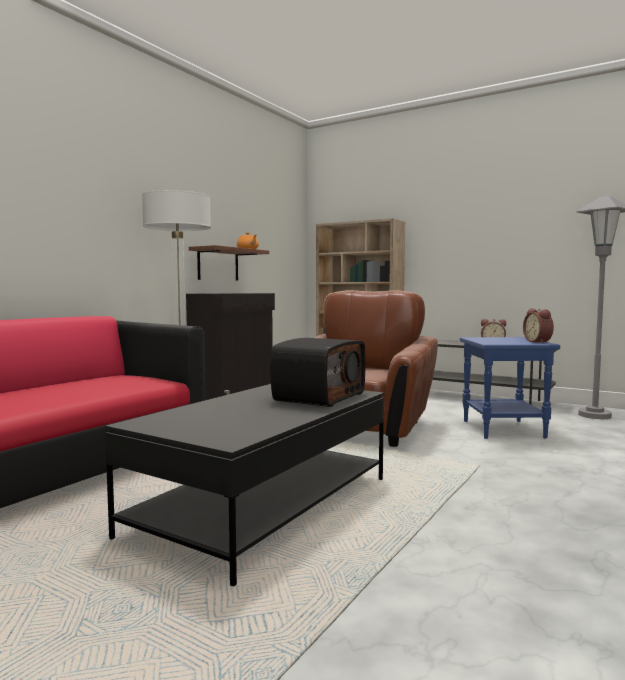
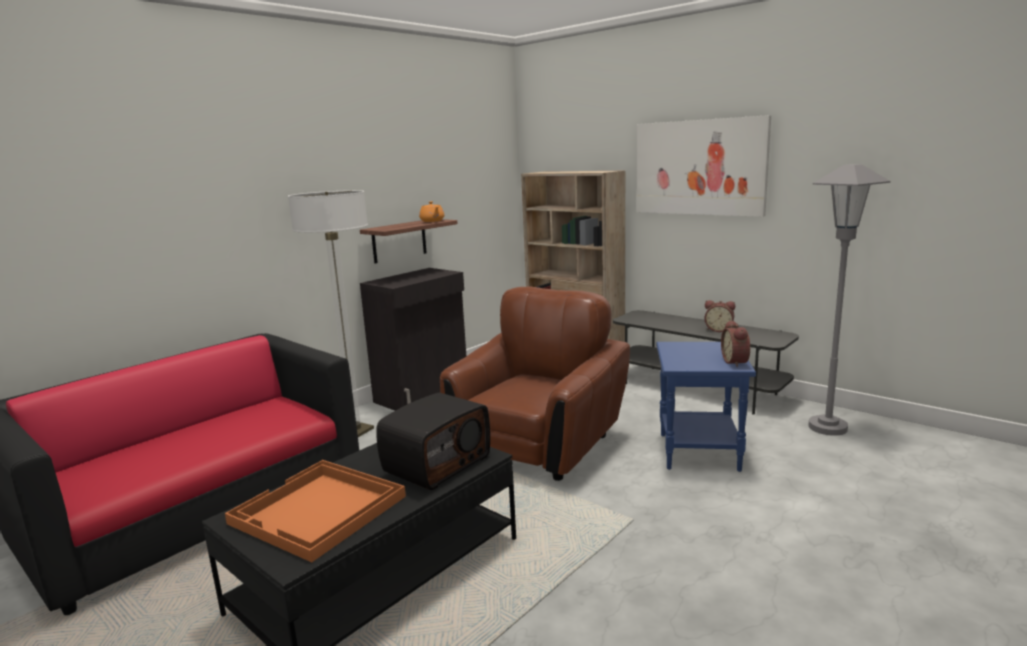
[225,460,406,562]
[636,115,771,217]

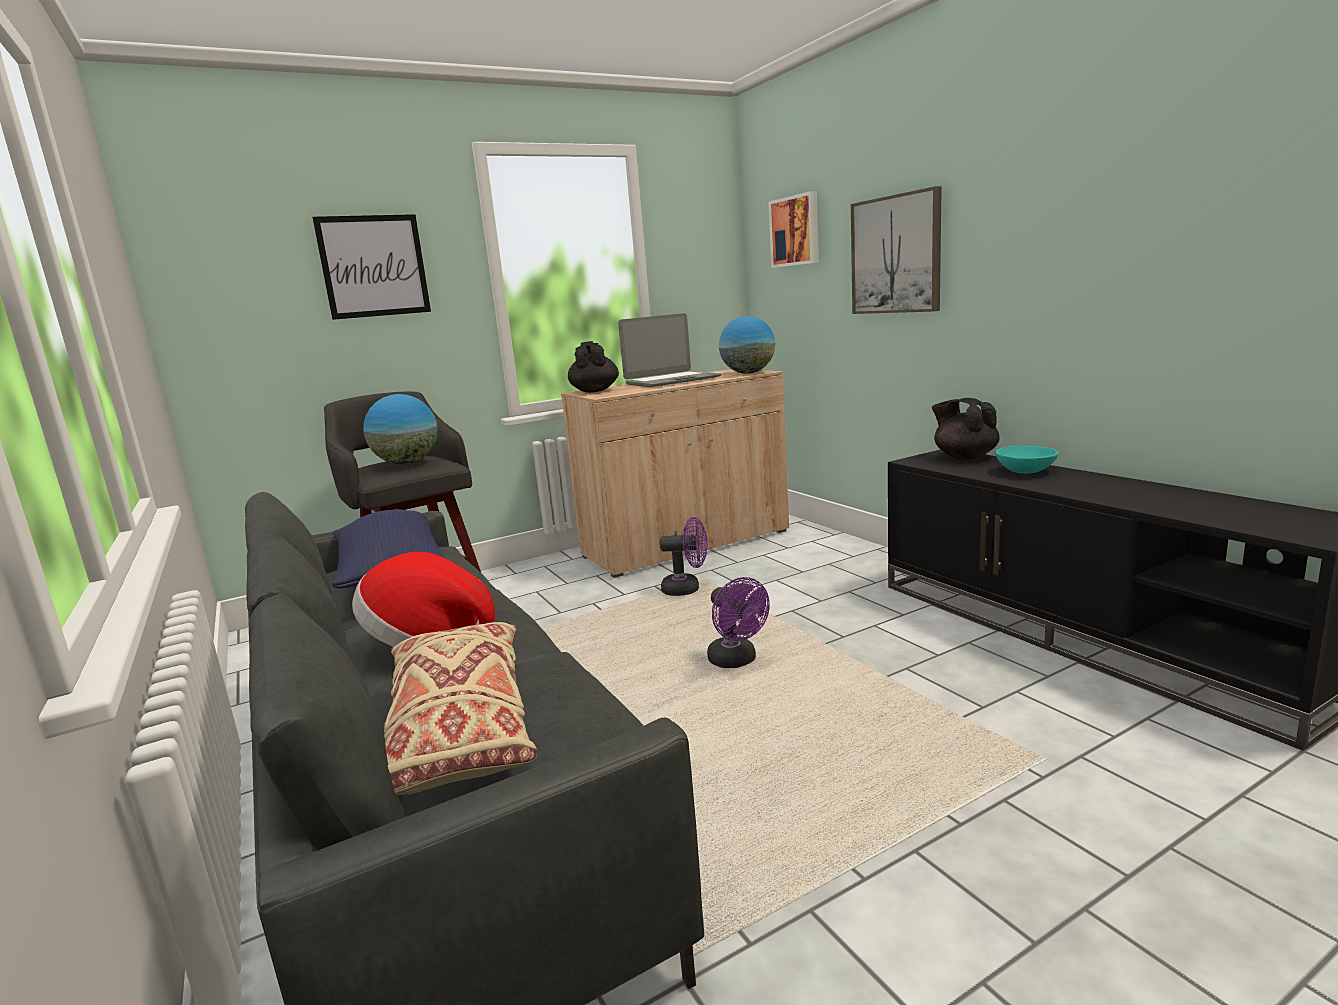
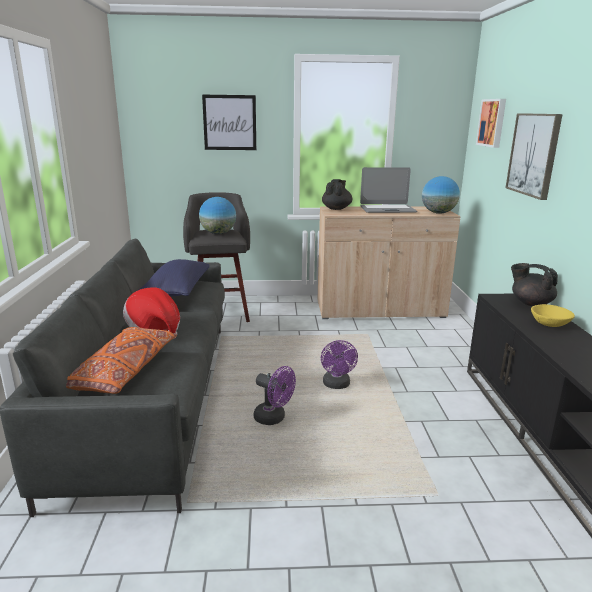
[66,327,177,394]
[254,366,296,425]
[511,263,558,306]
[531,304,575,327]

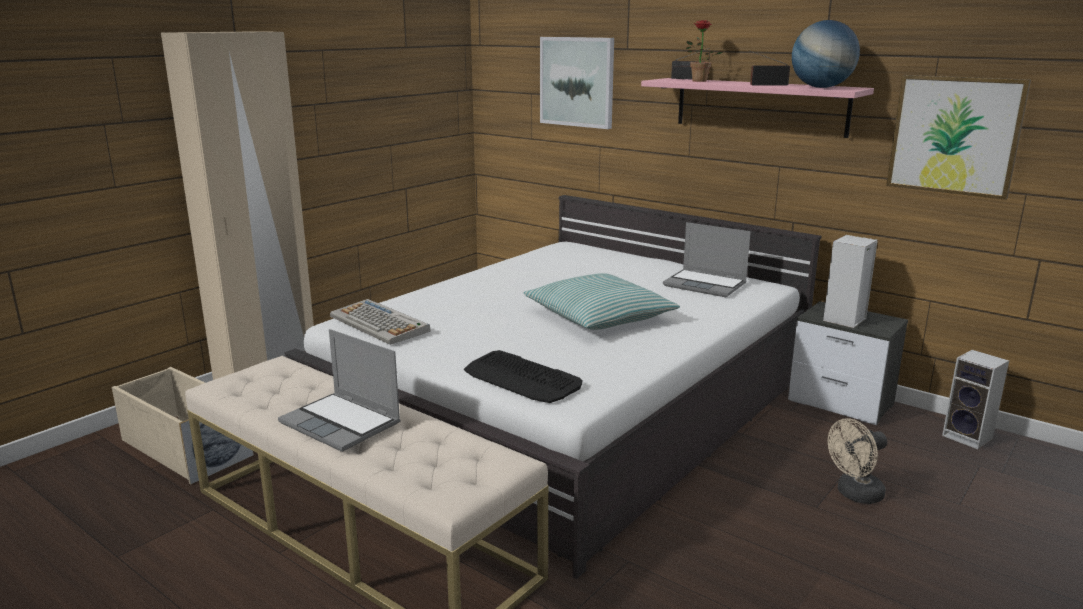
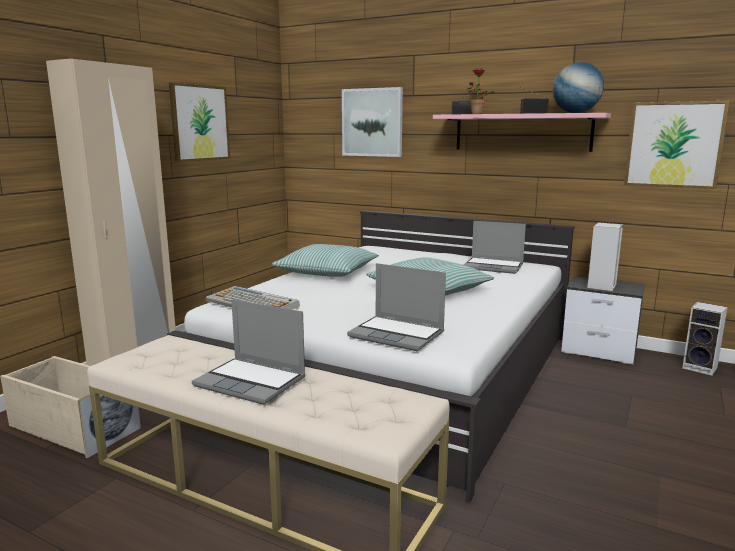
[347,263,446,351]
[828,418,887,504] (first image)
[169,82,230,162]
[272,244,379,277]

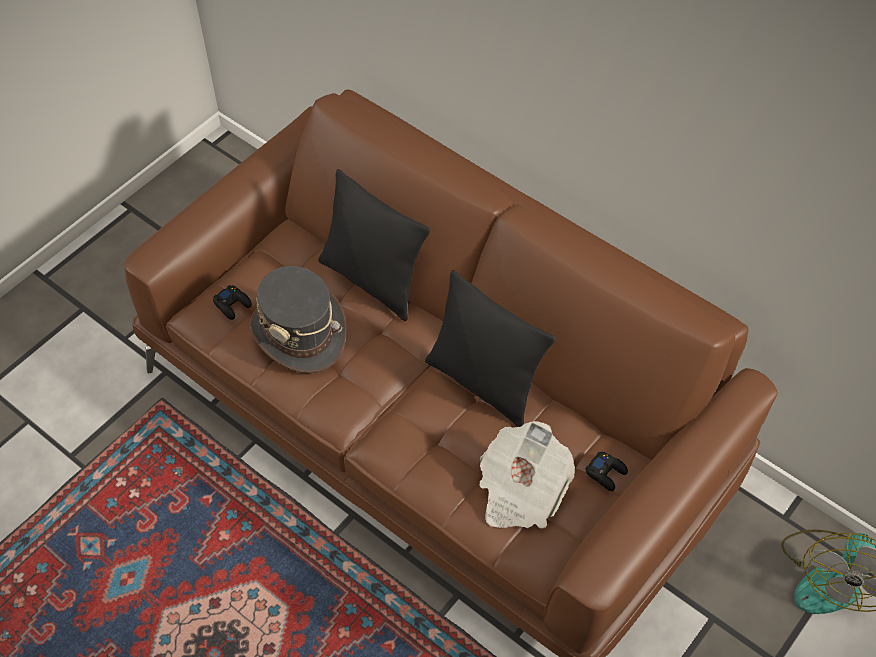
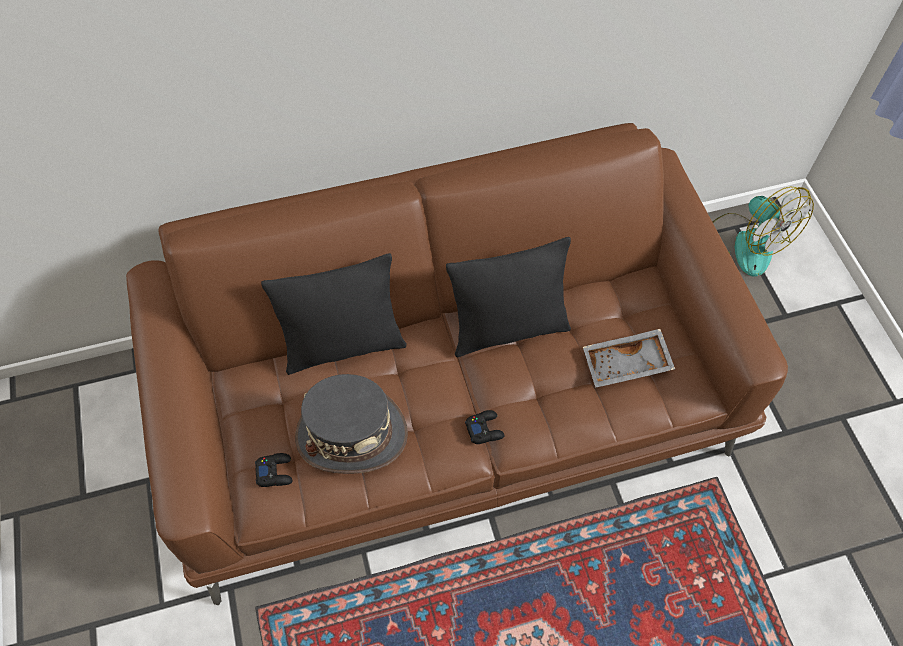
[583,329,675,388]
[465,410,504,444]

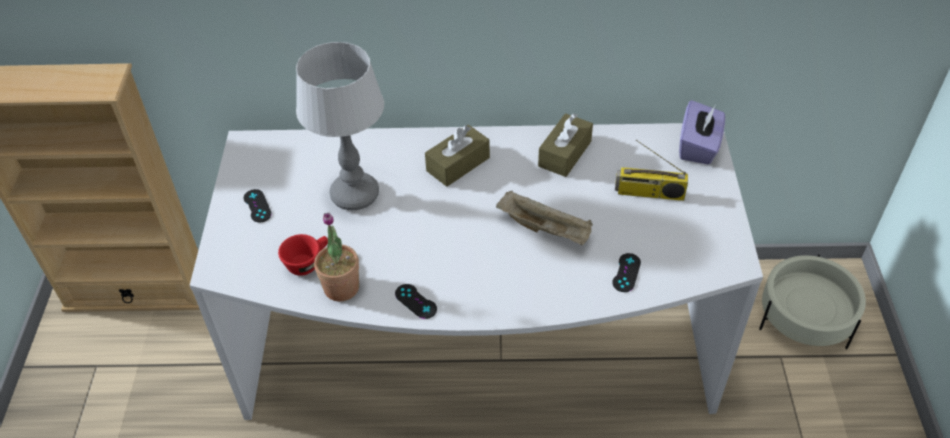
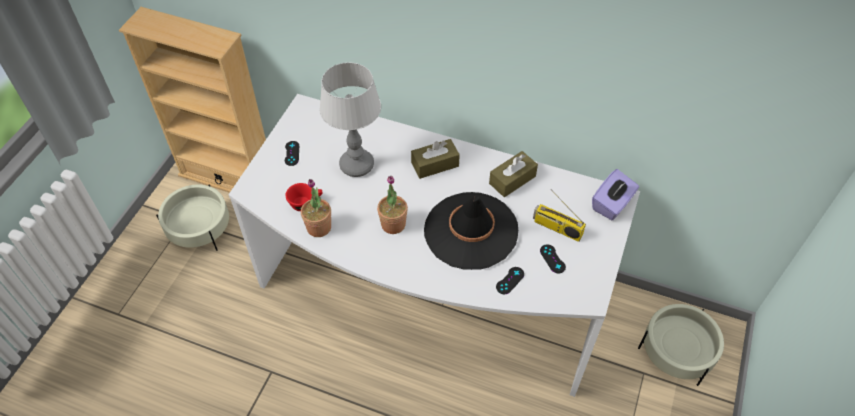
[540,244,566,273]
[424,192,518,270]
[156,184,229,251]
[377,176,408,234]

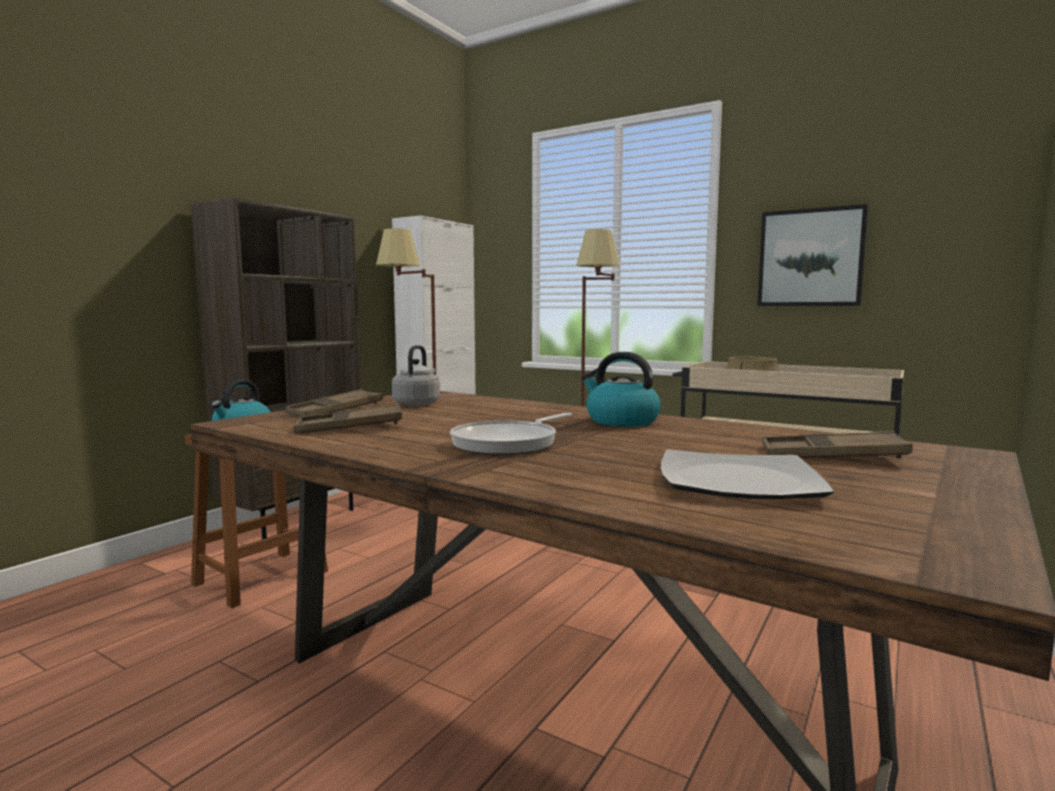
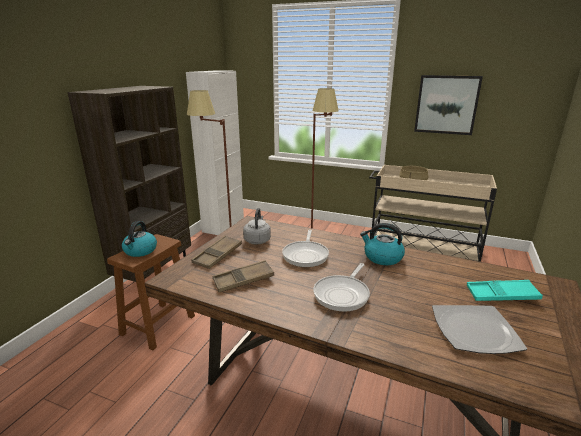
[467,280,543,301]
[282,230,329,267]

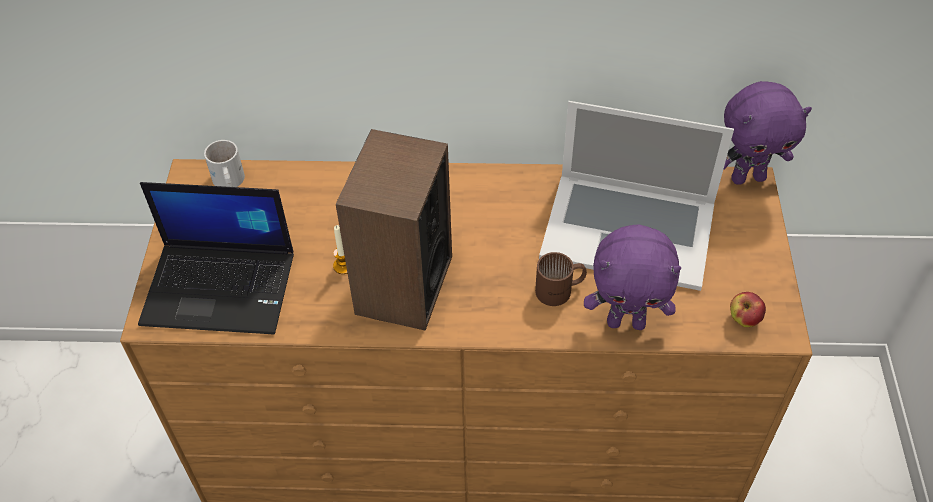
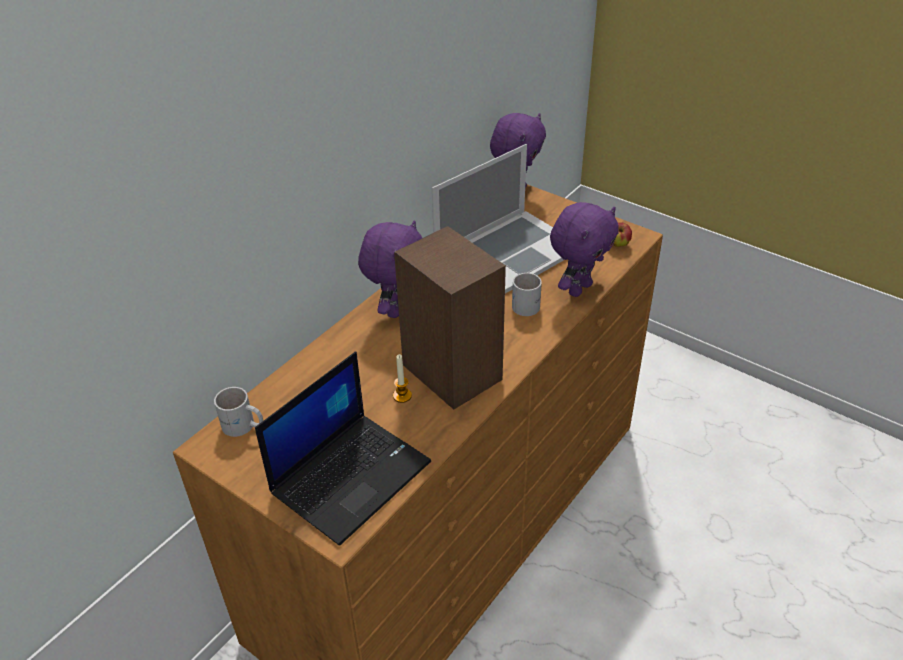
[512,273,542,316]
[358,220,422,318]

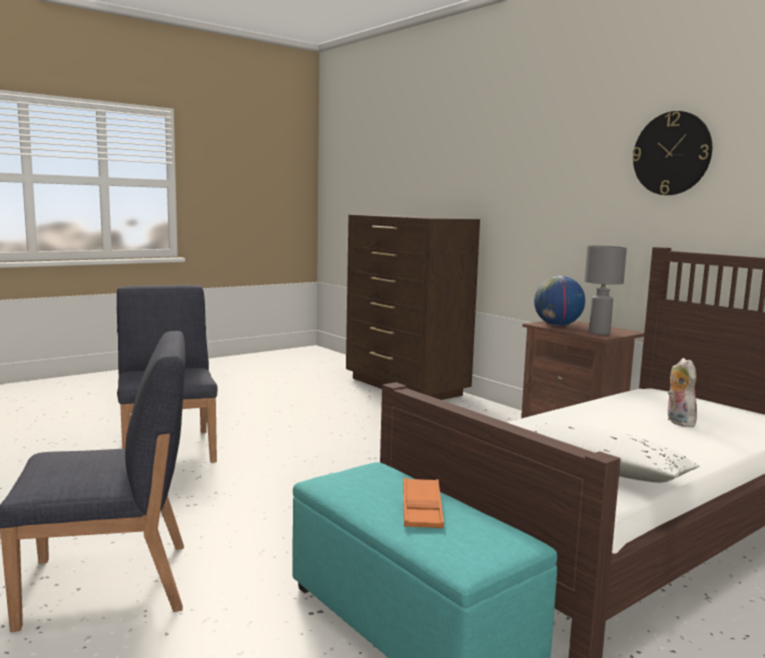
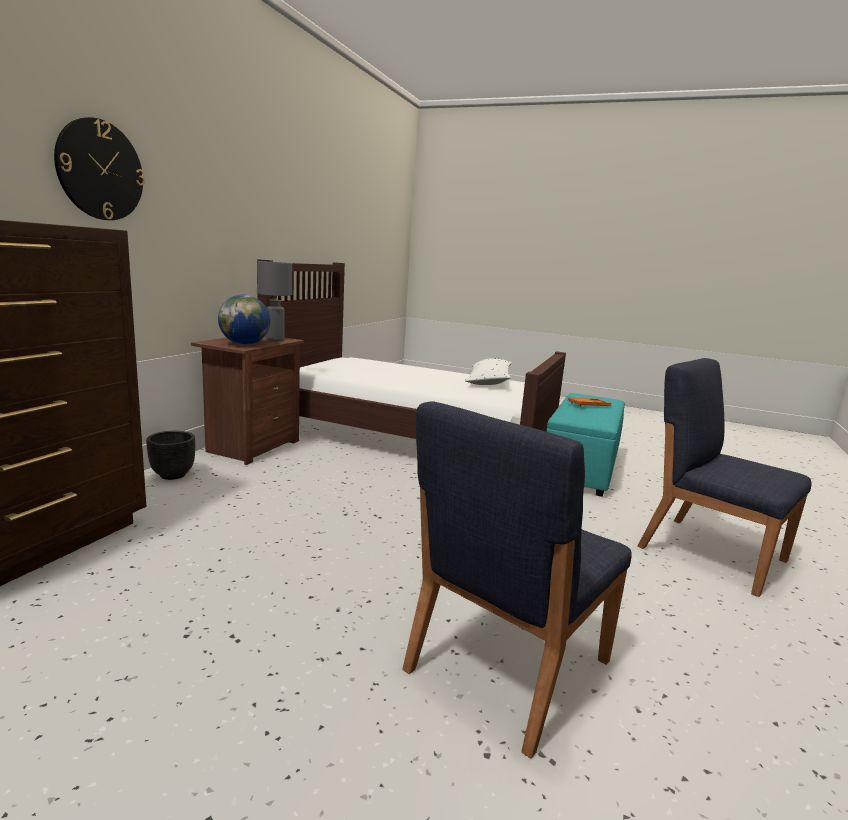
[54,117,145,220]
[668,358,697,427] (first image)
[146,431,195,480]

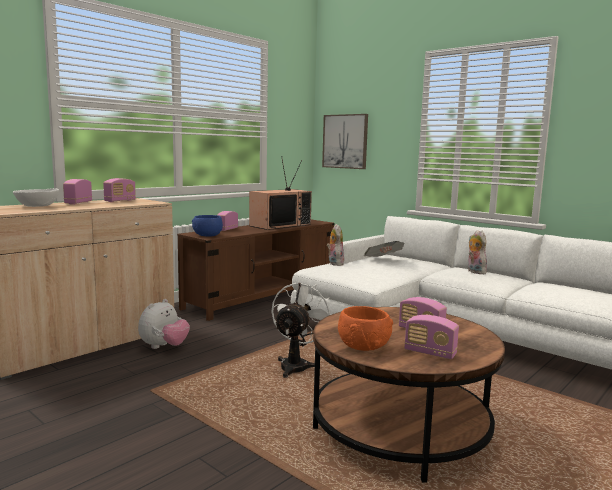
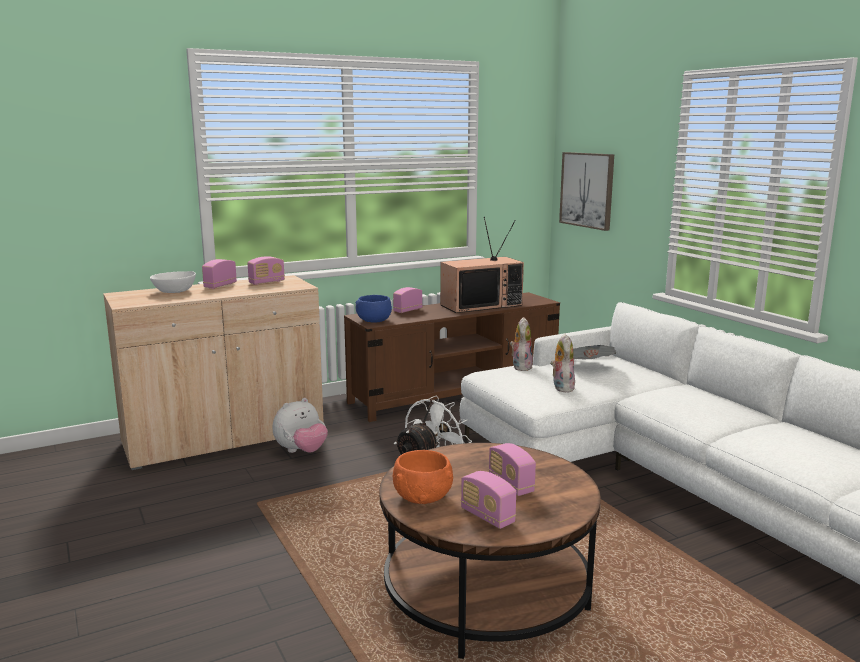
[550,333,575,393]

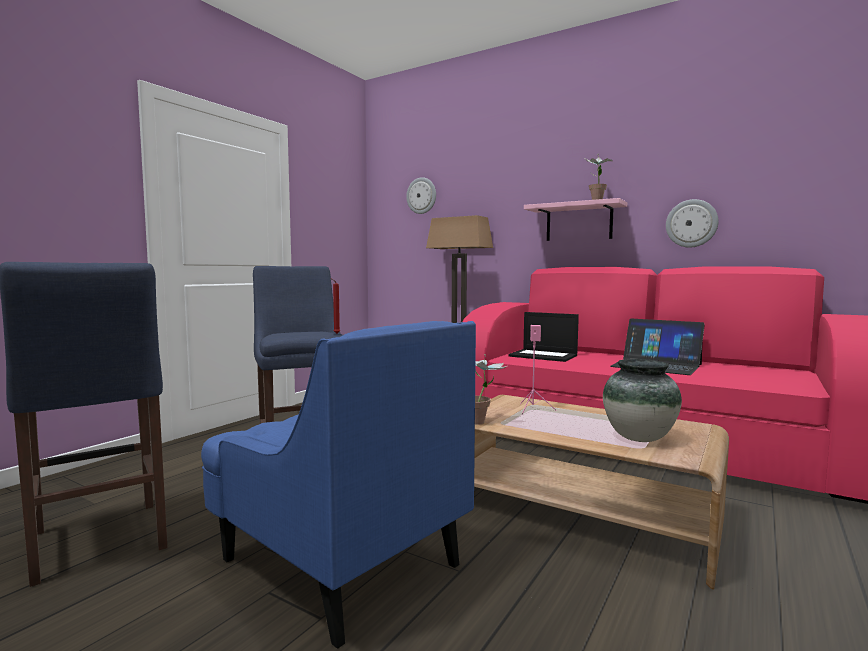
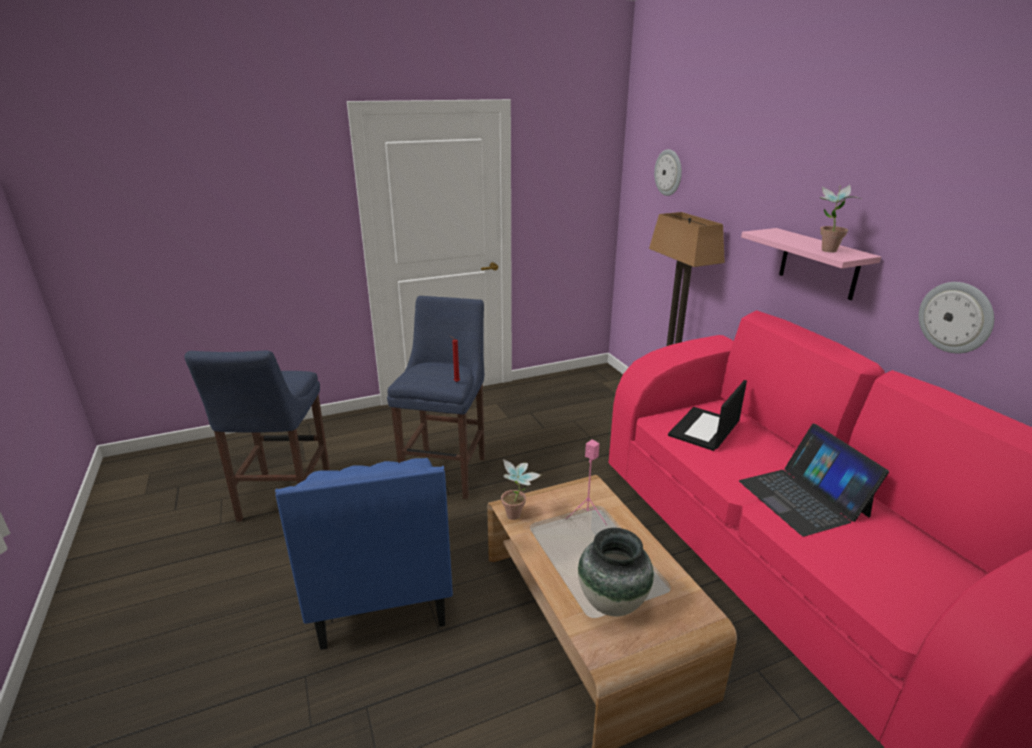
[668,380,747,451]

